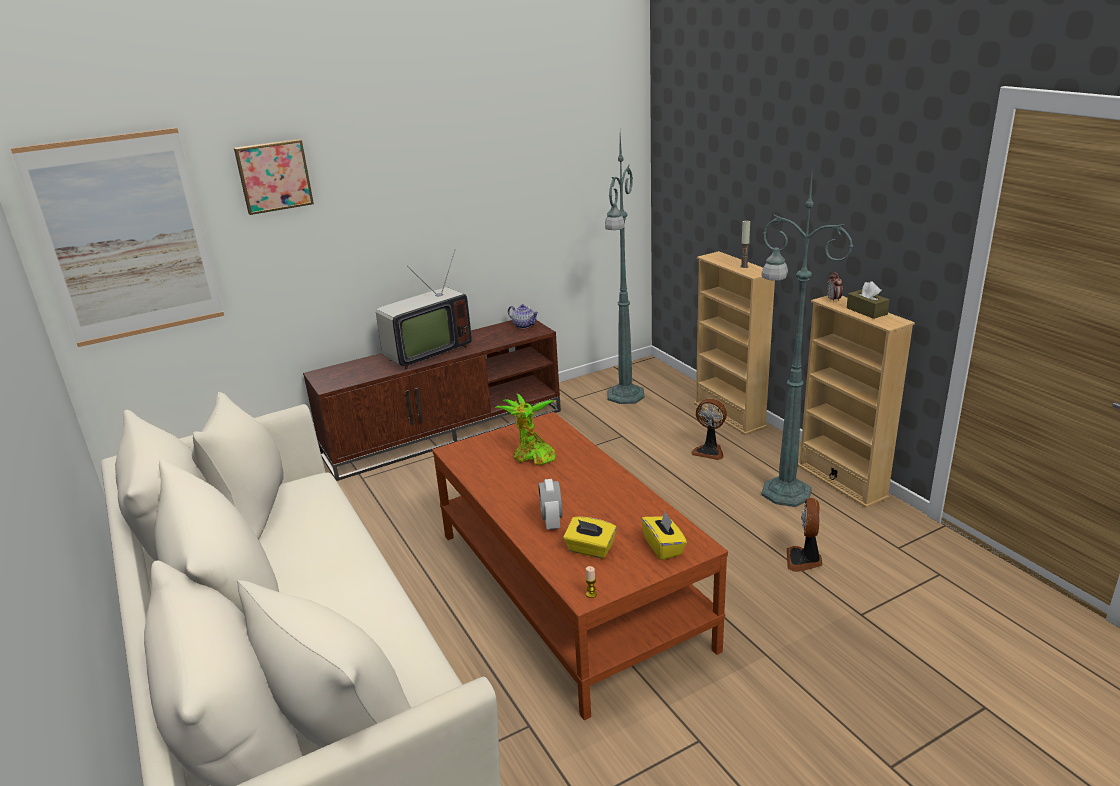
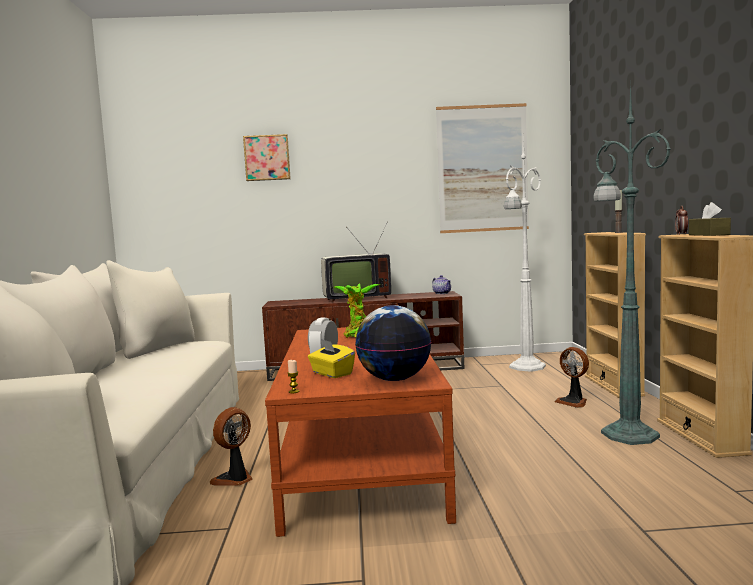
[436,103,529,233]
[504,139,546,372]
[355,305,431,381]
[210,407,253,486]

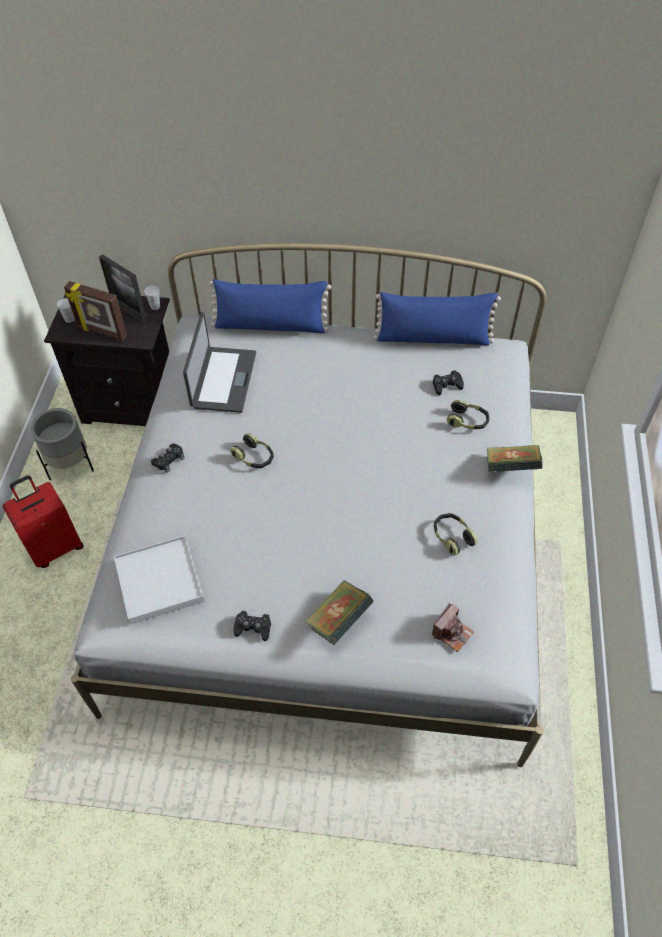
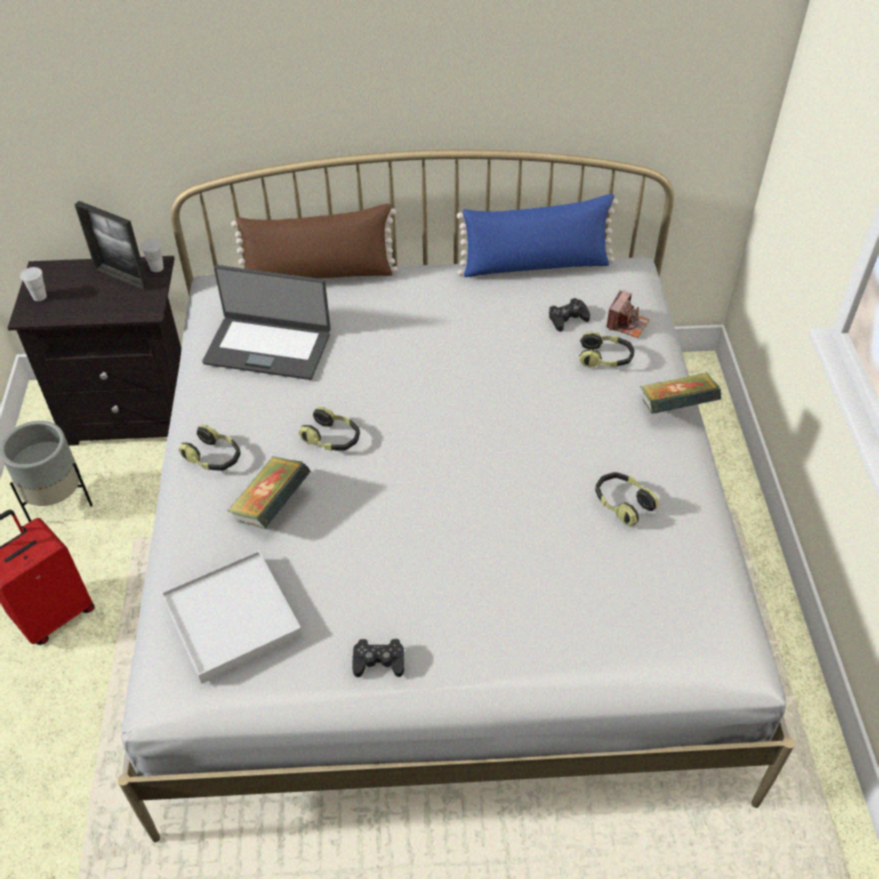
[64,281,127,341] (first image)
[179,425,241,471]
[202,265,331,380]
[231,203,398,279]
[227,456,311,529]
[606,290,650,338]

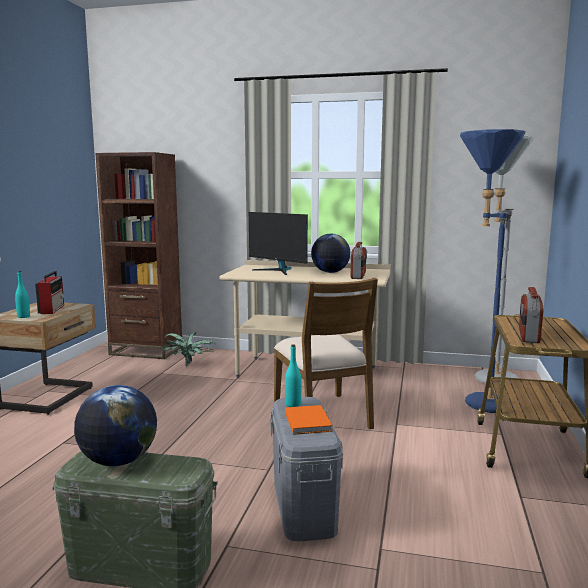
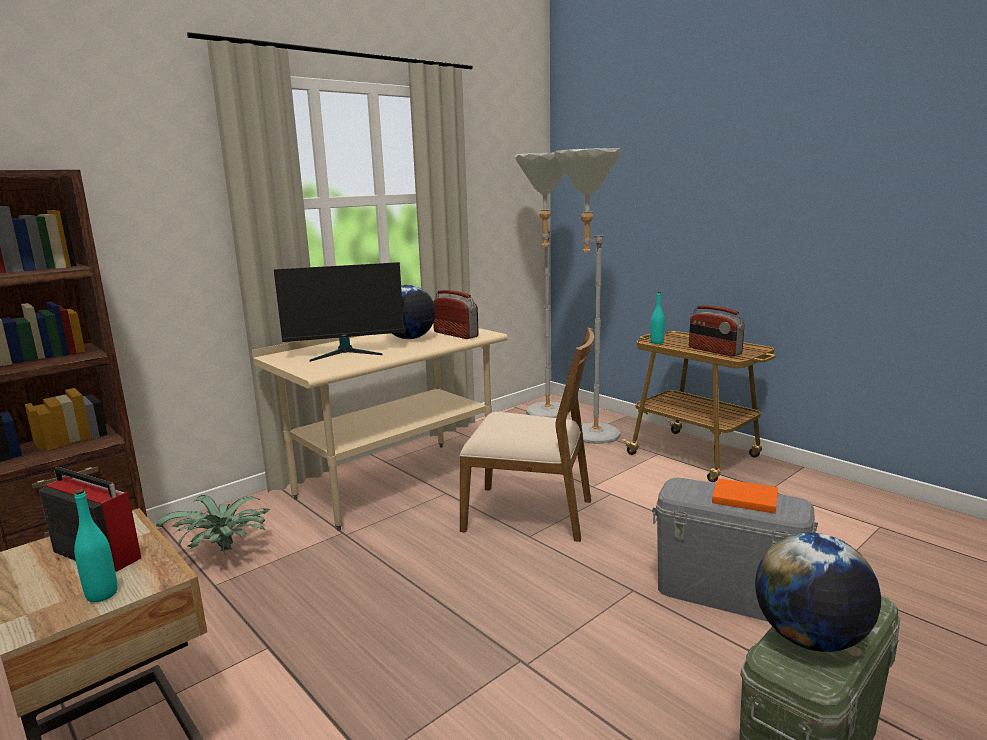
[651,292,665,344]
[554,148,622,444]

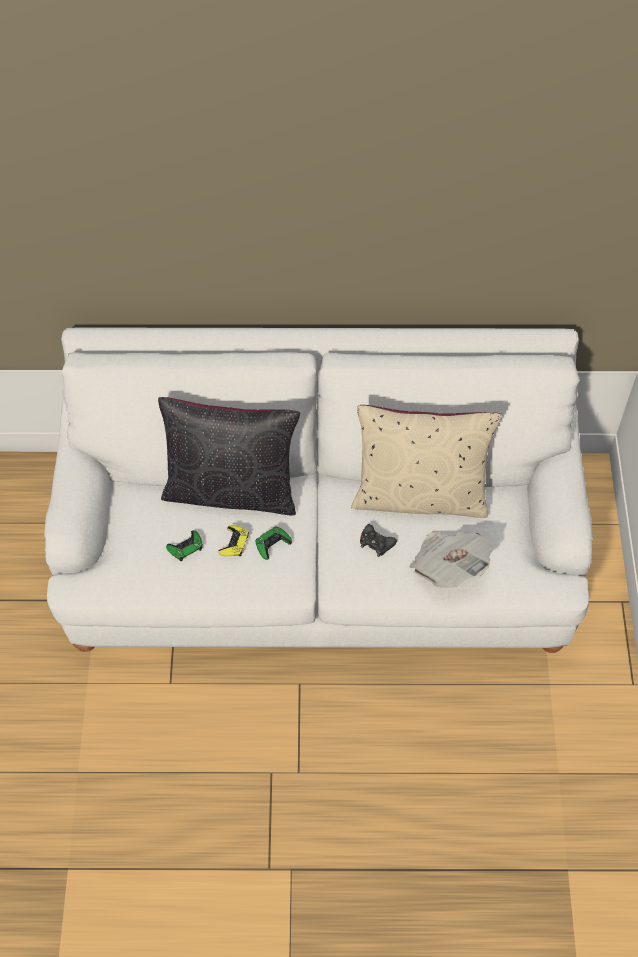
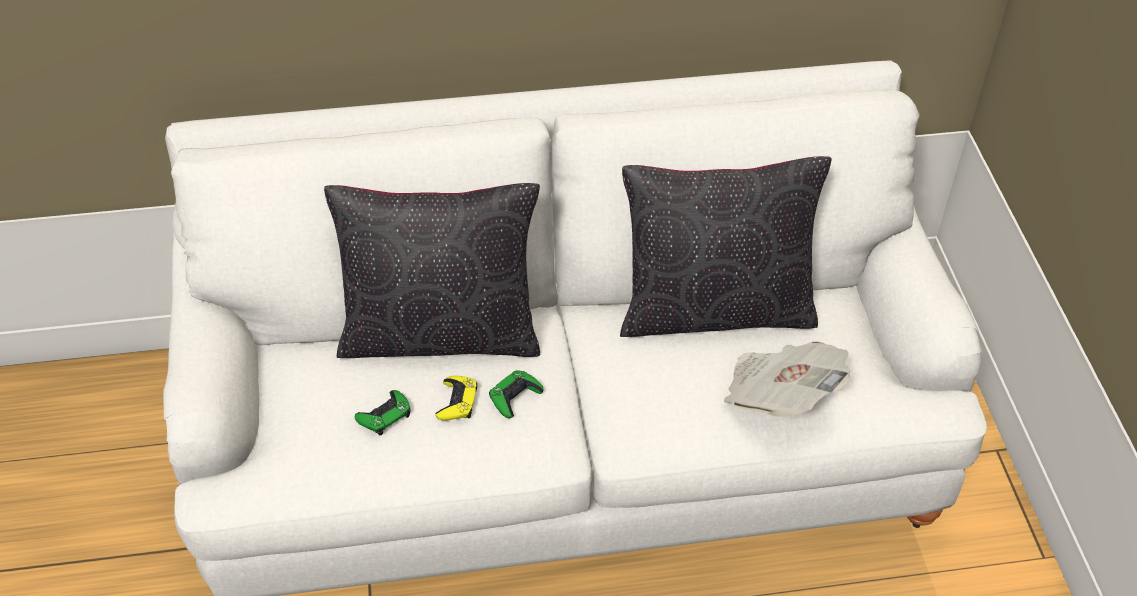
[620,156,832,337]
[360,524,397,557] (first image)

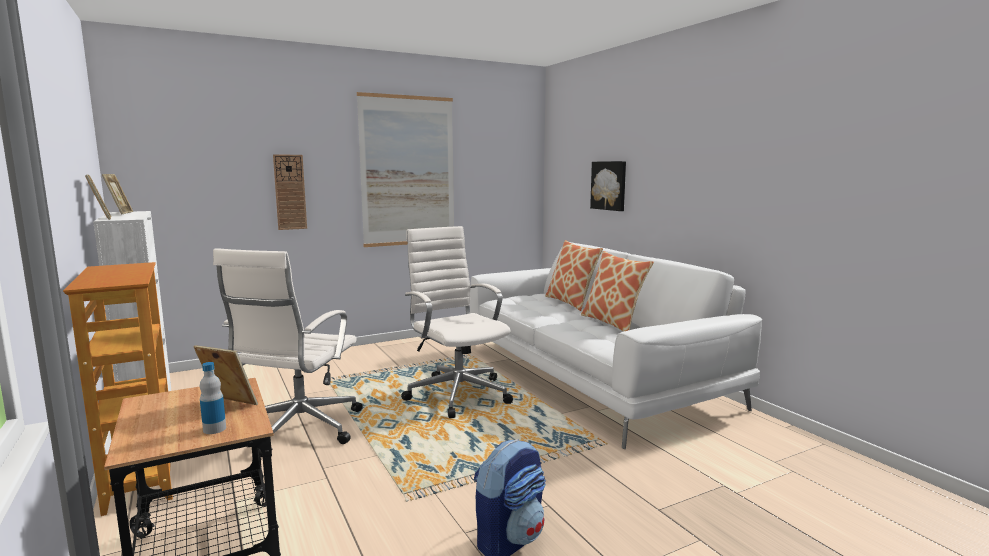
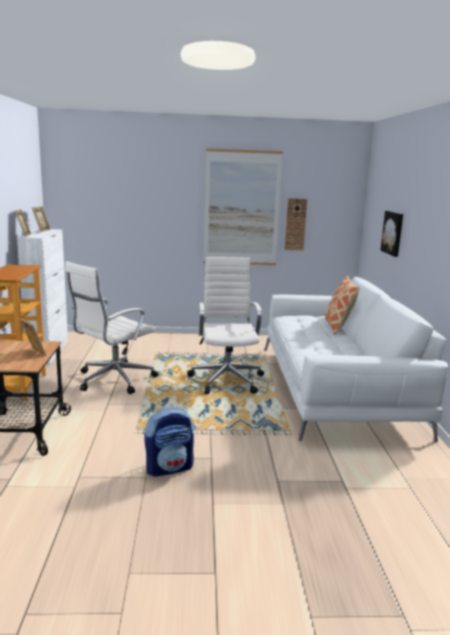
[200,362,226,434] (first image)
[285,198,307,250]
[581,251,654,332] (first image)

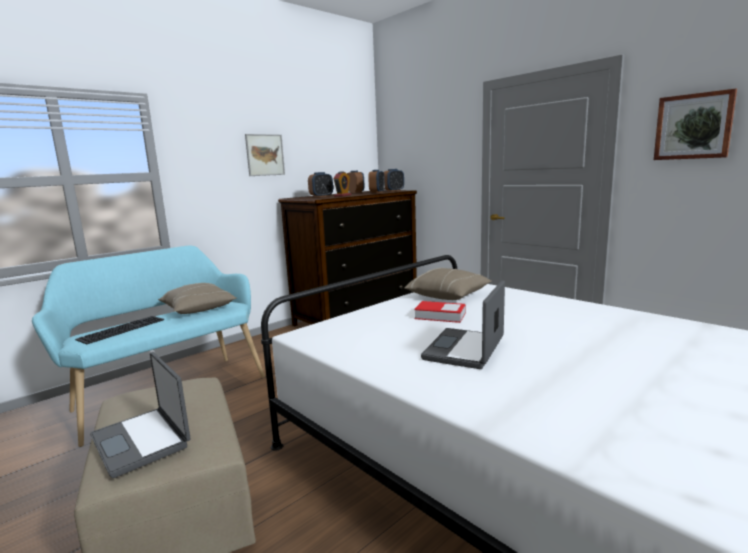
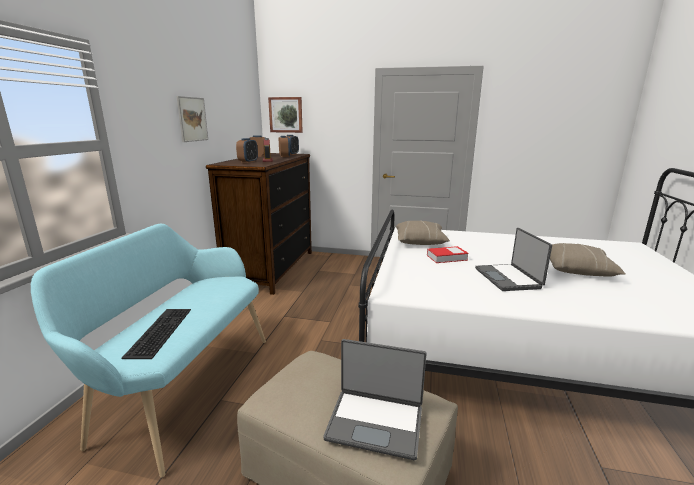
[550,243,625,276]
[268,97,303,133]

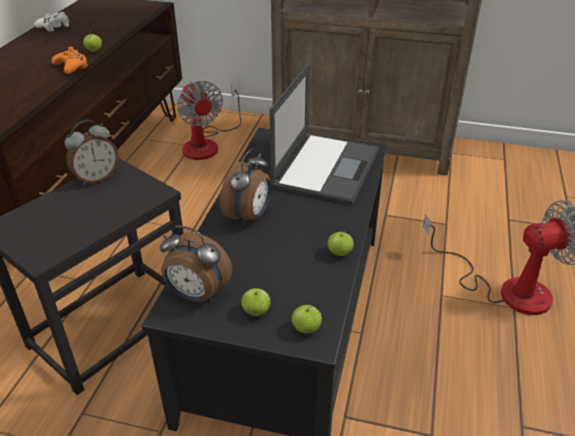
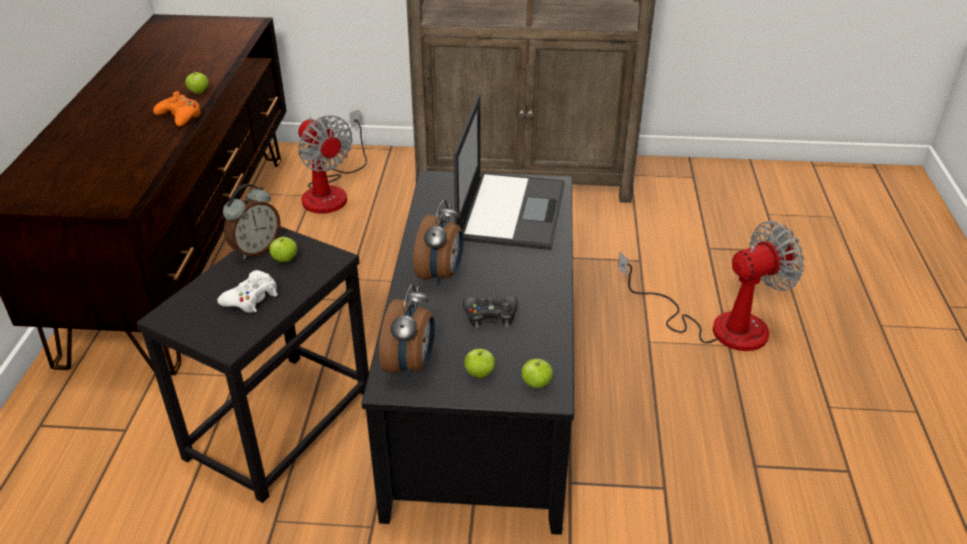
[217,270,278,313]
[379,284,435,379]
[269,235,297,262]
[463,295,518,329]

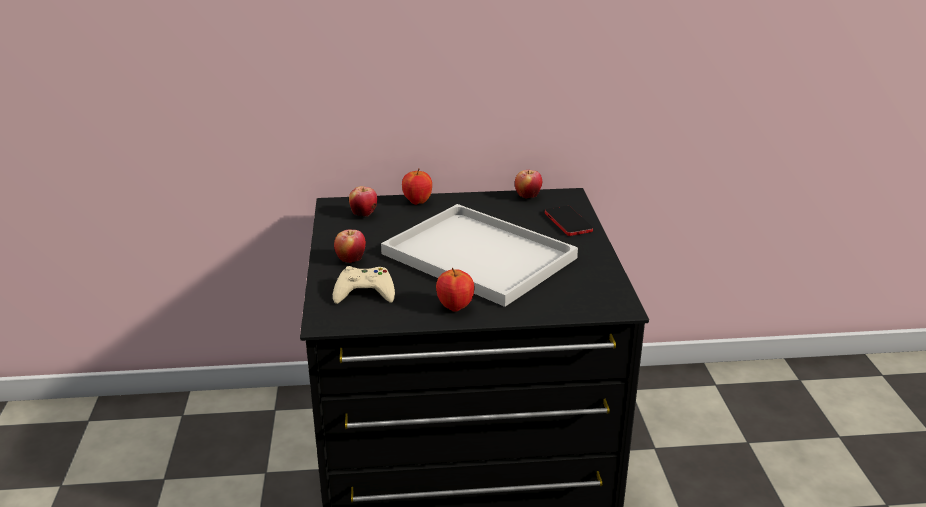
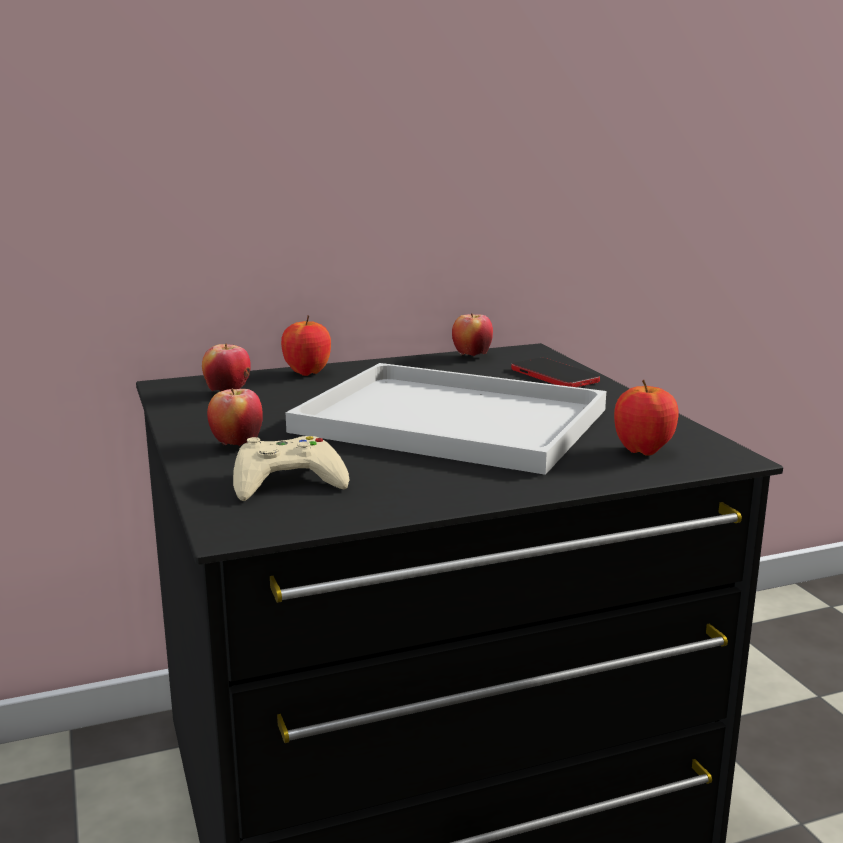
[614,380,679,456]

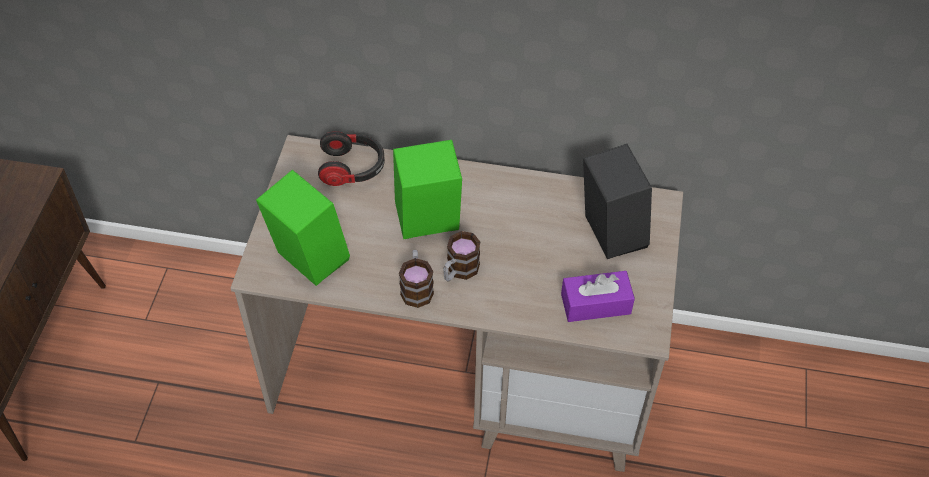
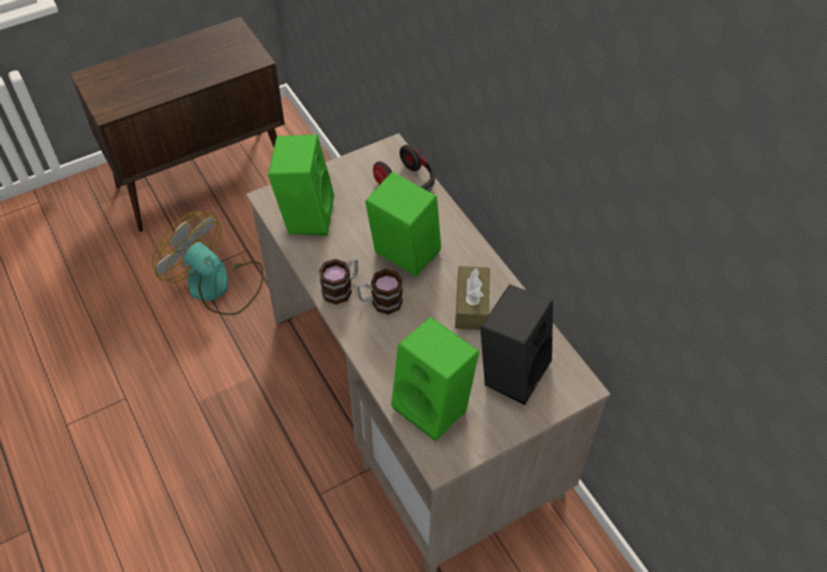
[391,317,479,442]
[152,211,264,315]
[455,266,490,330]

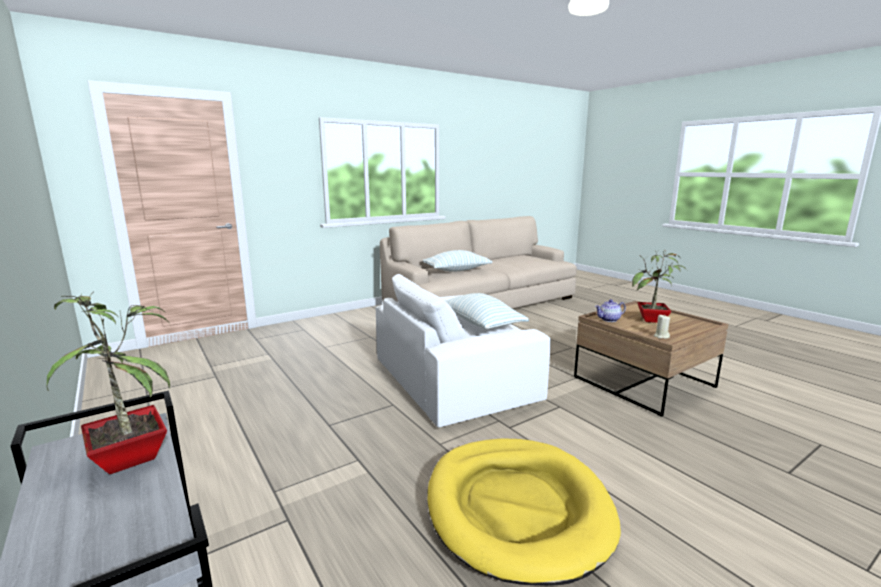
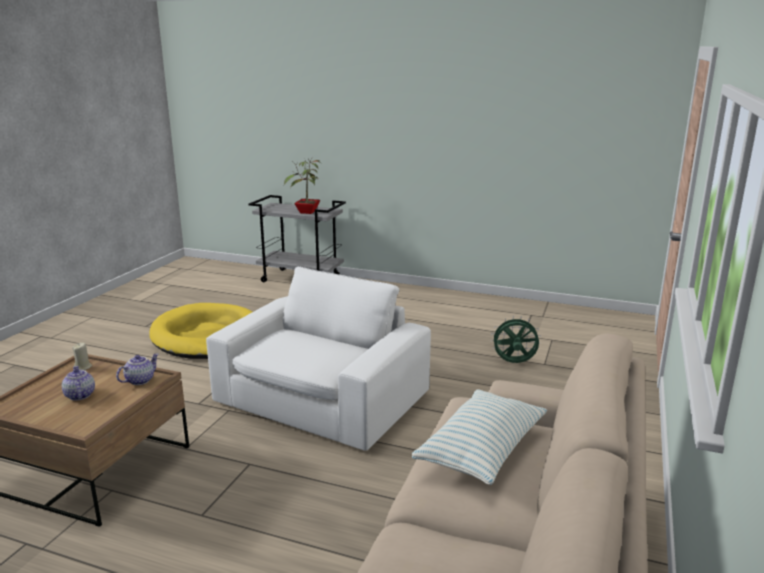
[445,293,529,329] (first image)
[62,366,95,401]
[491,316,541,363]

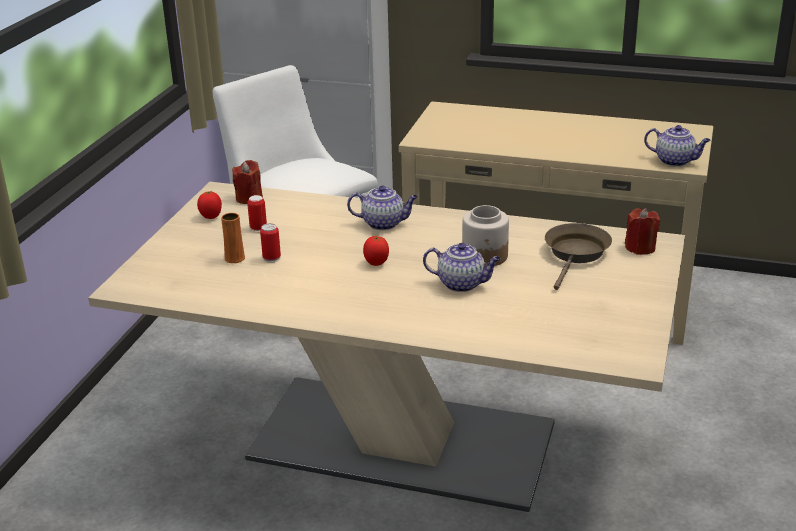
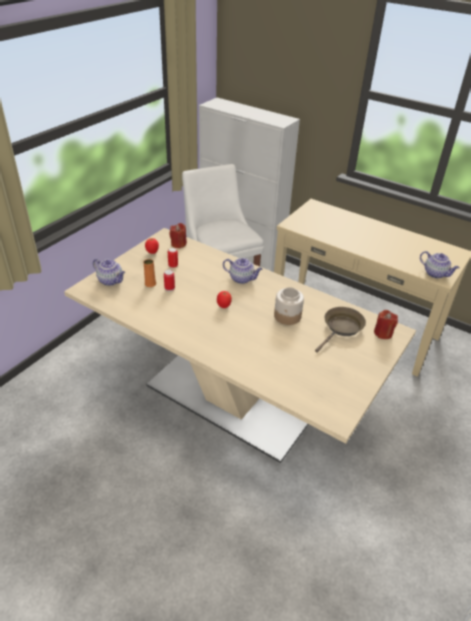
[93,259,125,286]

